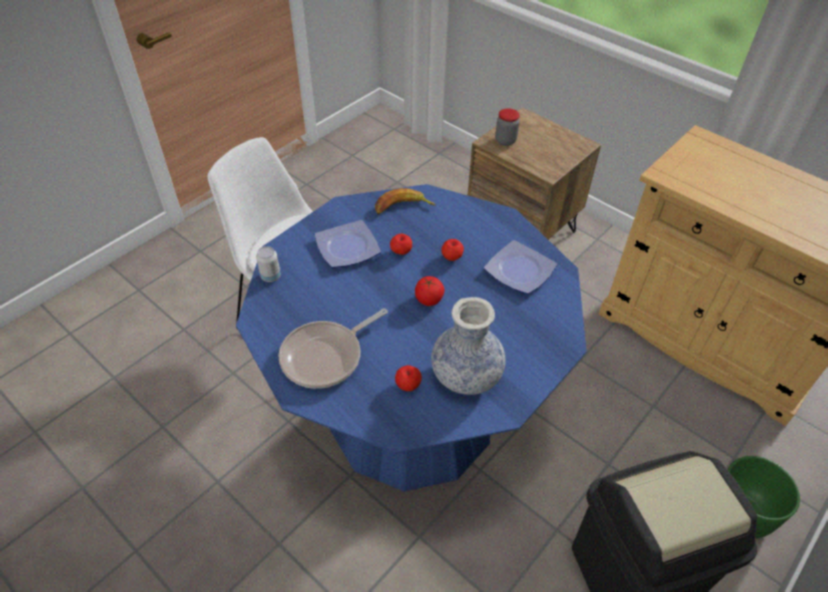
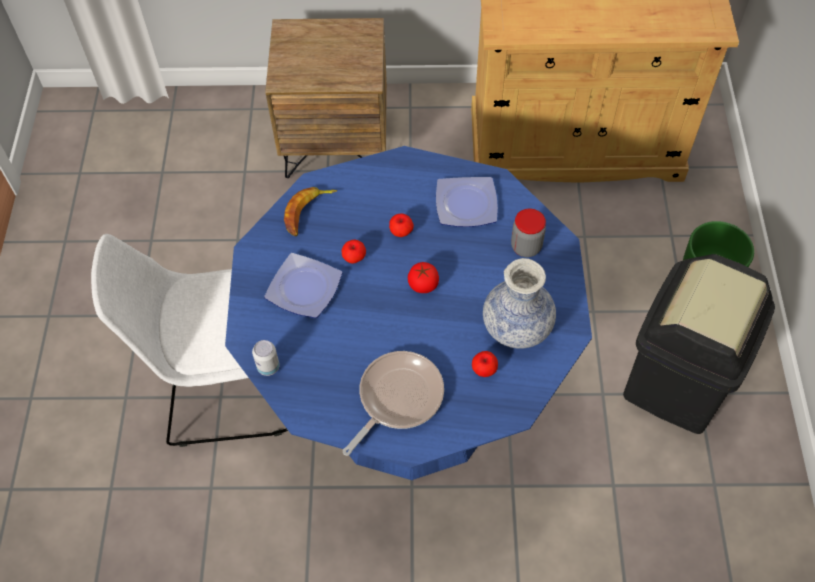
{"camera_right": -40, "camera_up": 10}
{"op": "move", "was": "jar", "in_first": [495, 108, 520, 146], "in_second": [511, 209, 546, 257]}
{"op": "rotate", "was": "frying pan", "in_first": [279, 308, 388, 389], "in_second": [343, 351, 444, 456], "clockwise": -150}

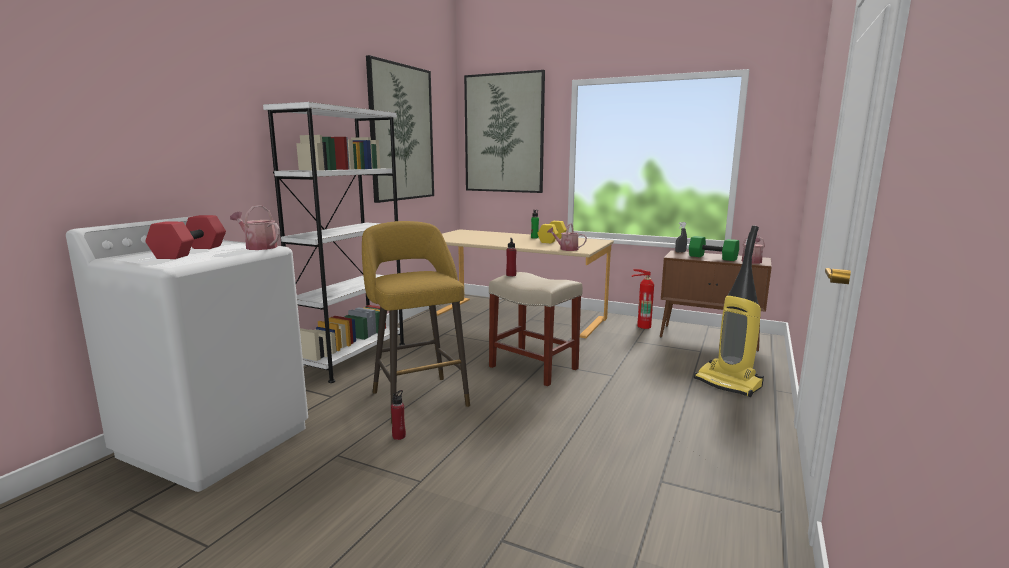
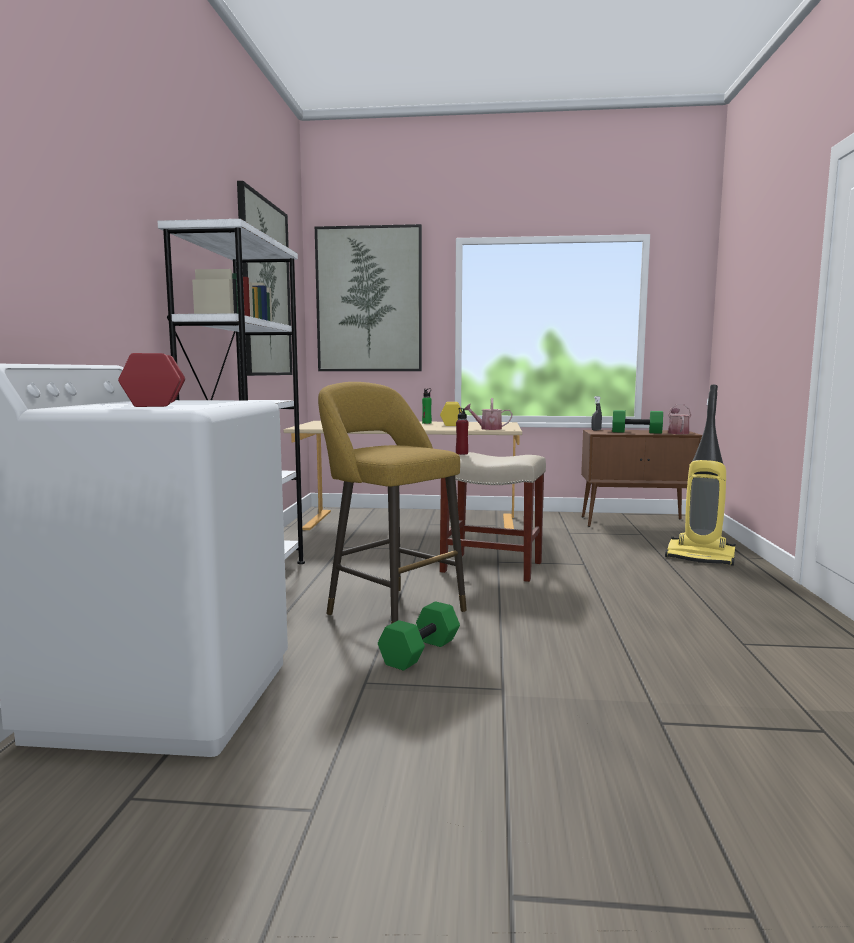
{"camera_right": -20, "camera_up": -5}
{"op": "delete", "was": "sprinkling can", "in_first": [230, 205, 280, 250]}
{"op": "delete", "was": "extinguisher", "in_first": [632, 269, 654, 329]}
{"op": "replace", "was": "drink bottle (red)", "now": "dumbbell (greenish)", "in_first": [391, 390, 406, 440], "in_second": [378, 601, 460, 671]}

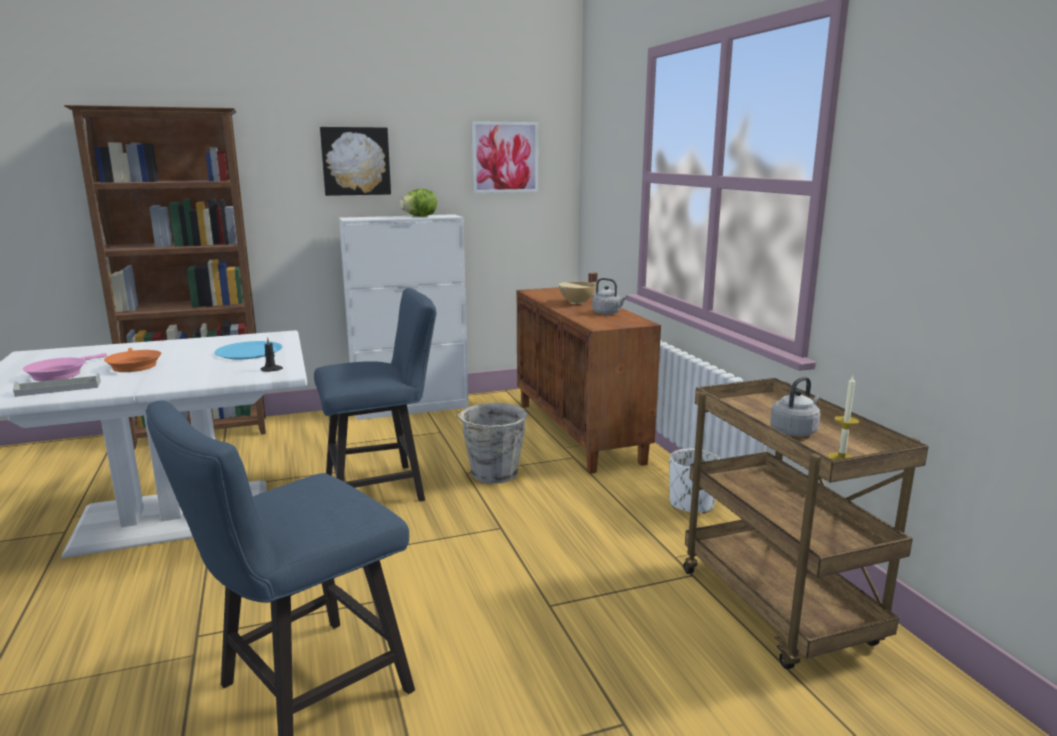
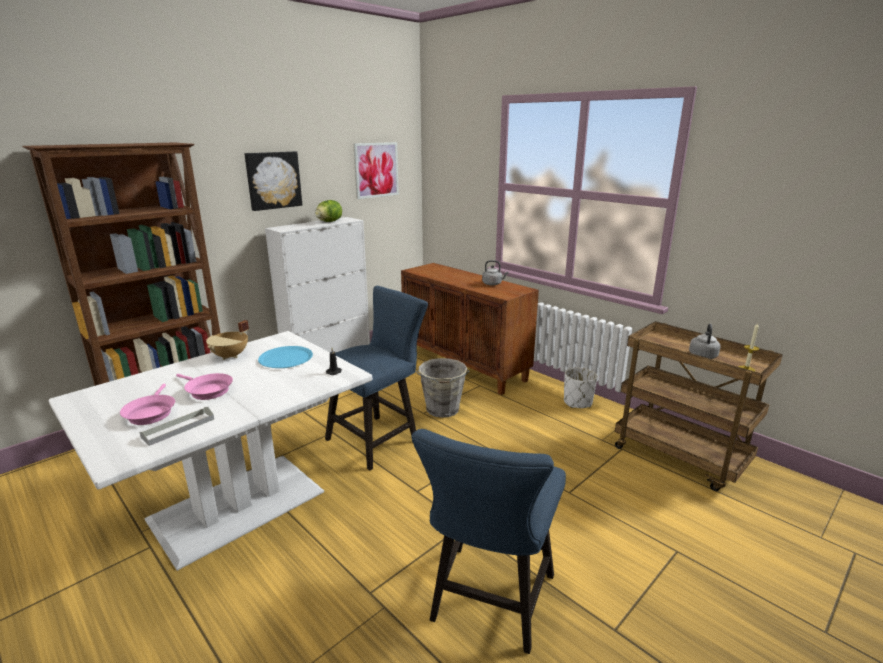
{"camera_right": -25, "camera_up": 5}
{"op": "move", "was": "cooking pot (sand-coloured)", "in_first": [559, 272, 597, 305], "in_second": [206, 320, 249, 360]}
{"op": "recolor", "was": "frying pan (orangey)", "now": "frying pan (pink-coloured)", "in_first": [104, 348, 162, 372], "in_second": [176, 373, 233, 400]}

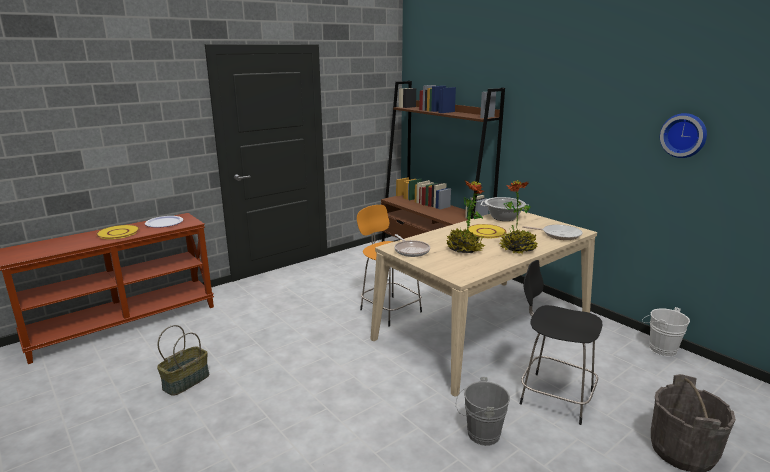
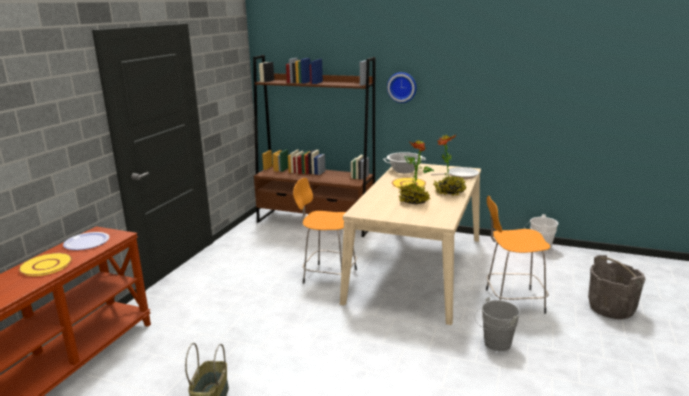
{"camera_right": -30, "camera_up": 0}
{"op": "delete", "was": "frying pan", "in_first": [394, 234, 430, 257]}
{"op": "move", "was": "hanging clock", "in_first": [660, 113, 707, 158], "in_second": [387, 72, 417, 103]}
{"op": "recolor", "was": "sitting stool (black-coloured)", "now": "sitting stool (orangey)", "in_first": [520, 260, 602, 425], "in_second": [486, 196, 550, 314]}

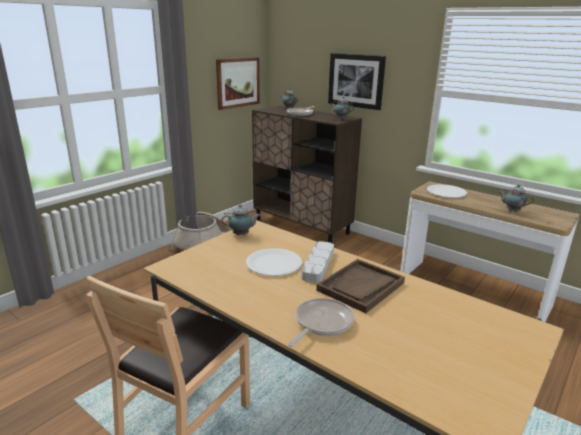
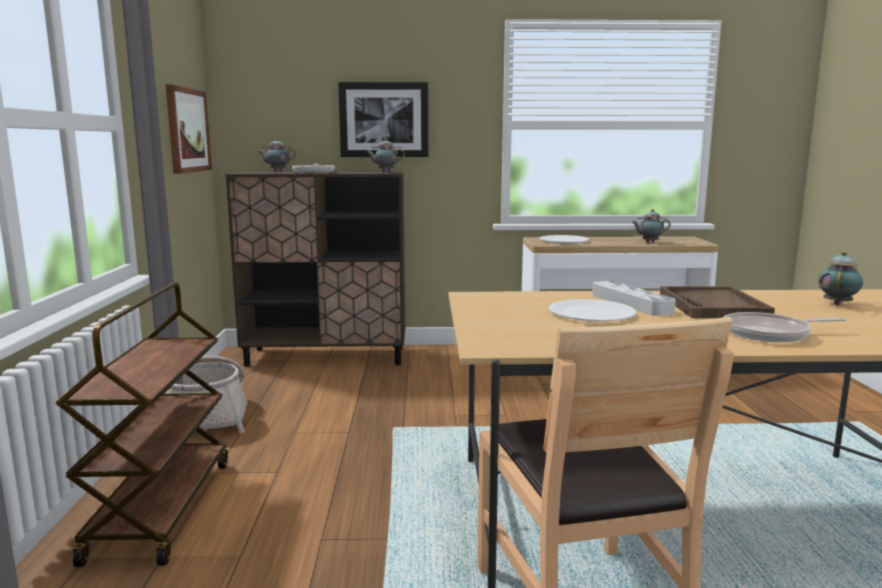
{"camera_right": -40, "camera_up": -10}
{"op": "insert", "now": "trolley (brown-coloured)", "in_second": [56, 283, 228, 567]}
{"op": "move", "was": "tea pot", "in_first": [221, 204, 261, 235], "in_second": [819, 251, 863, 305]}
{"op": "rotate", "was": "frying pan", "in_first": [288, 298, 354, 347], "in_second": [724, 312, 846, 342], "clockwise": -90}

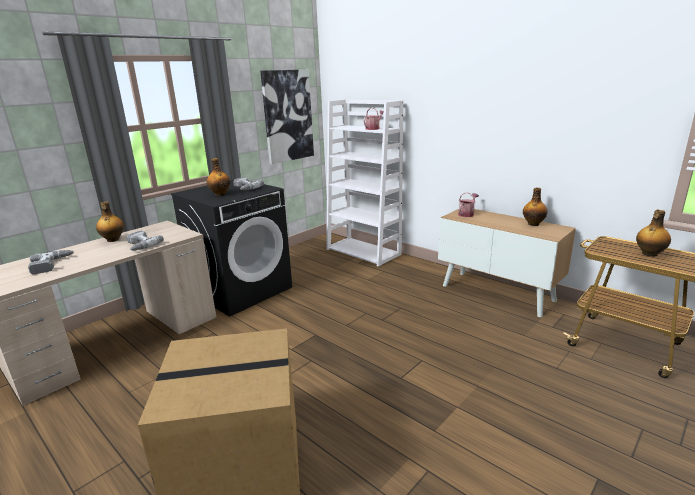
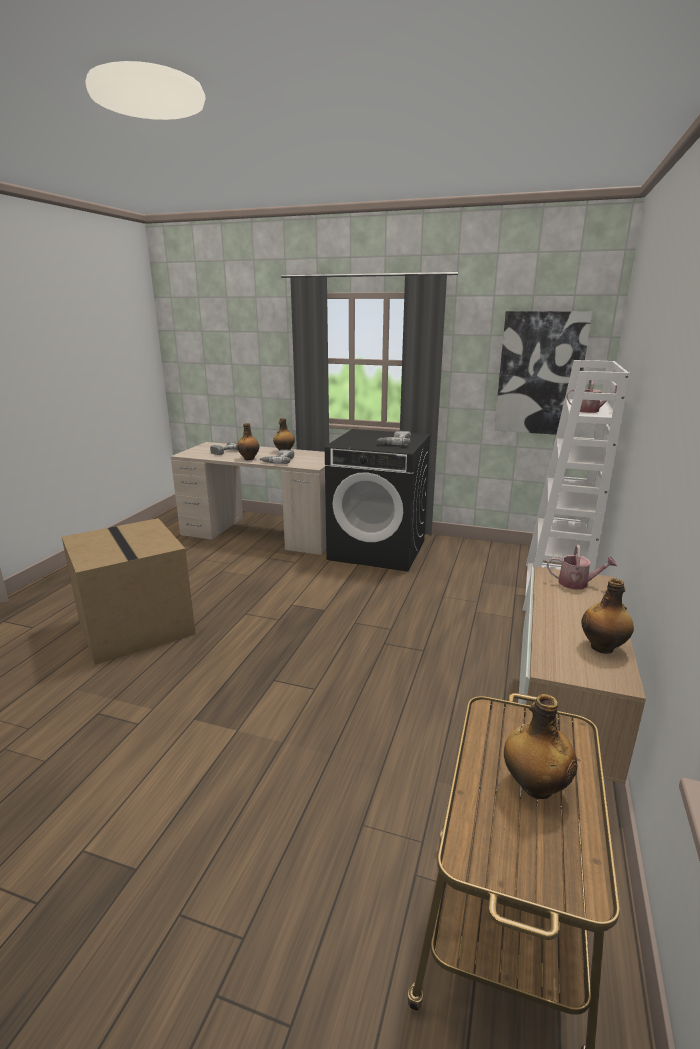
{"camera_right": 65, "camera_up": 0}
{"op": "move", "was": "drink bottle", "in_first": [207, 158, 230, 196], "in_second": [237, 423, 260, 460]}

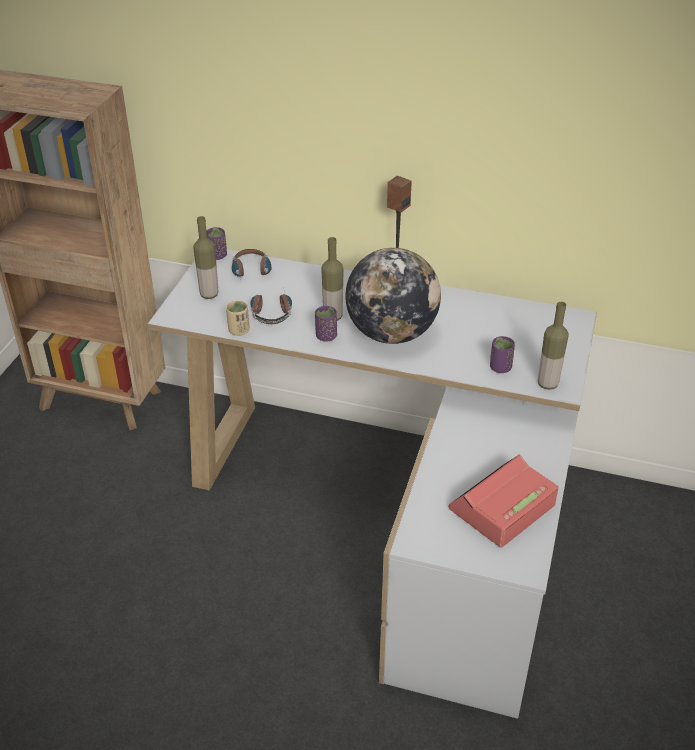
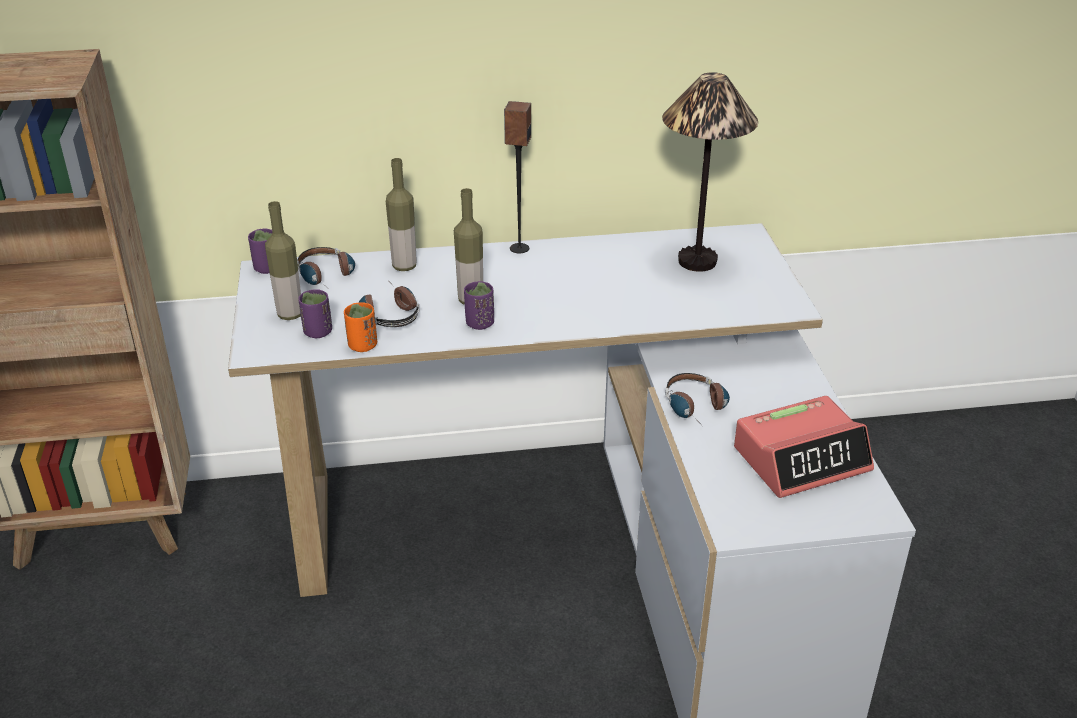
{"camera_right": -25, "camera_up": -5}
{"op": "delete", "was": "world globe", "in_first": [345, 248, 441, 344]}
{"op": "insert", "now": "table lamp", "in_second": [662, 72, 758, 272]}
{"op": "insert", "now": "pair of headphones", "in_second": [665, 373, 730, 428]}
{"op": "move", "was": "drinking cup (purple-coloured)", "in_first": [490, 336, 515, 373], "in_second": [298, 289, 332, 338]}
{"op": "move", "was": "drink bottle", "in_first": [538, 302, 569, 390], "in_second": [386, 158, 417, 271]}
{"op": "recolor", "was": "drinking cup (sand-coloured)", "now": "drinking cup (orangey)", "in_first": [226, 300, 250, 336], "in_second": [344, 302, 377, 352]}
{"op": "rotate", "was": "table clock", "in_first": [448, 455, 558, 547], "in_second": [734, 396, 874, 498], "clockwise": -135}

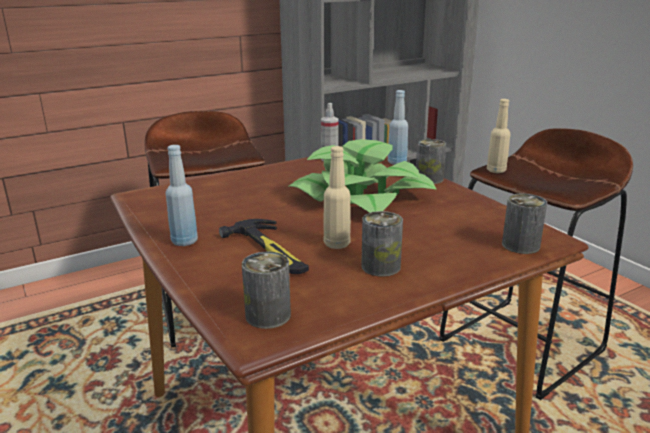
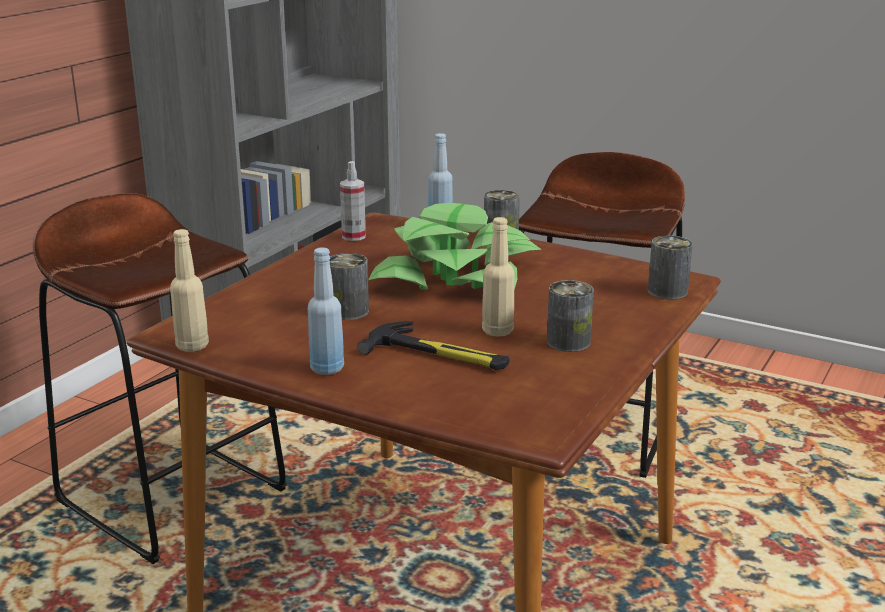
{"camera_right": -30, "camera_up": 0}
{"op": "move", "was": "can", "in_first": [242, 252, 291, 329], "in_second": [330, 253, 369, 320]}
{"op": "move", "was": "drink bottle (sand-coloured)", "in_first": [487, 99, 510, 173], "in_second": [170, 229, 209, 352]}

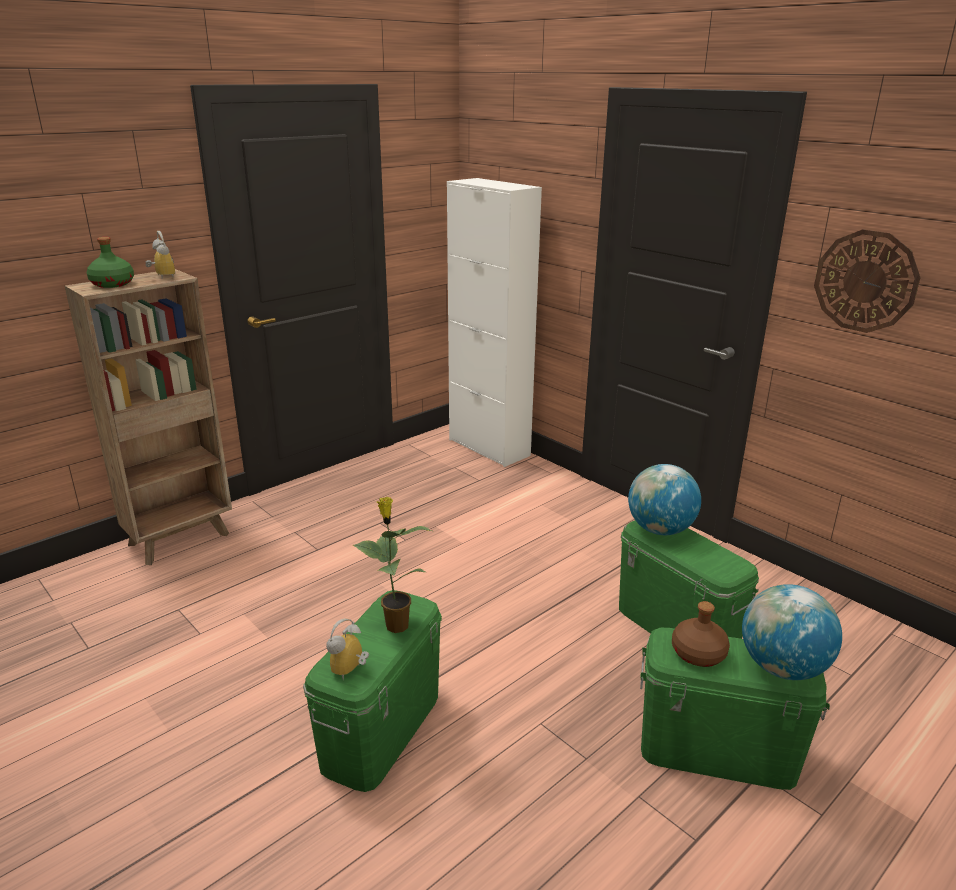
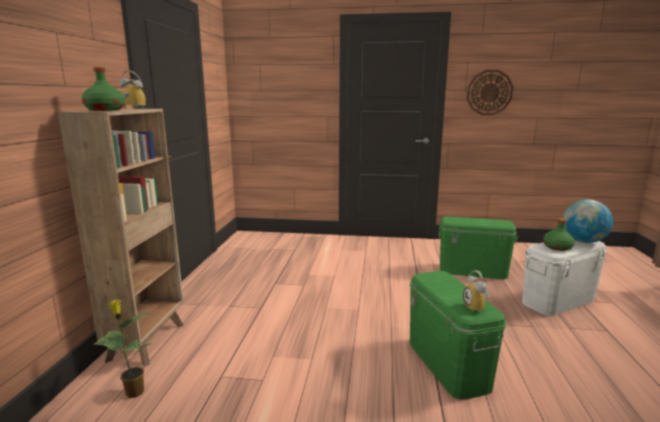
{"camera_right": -40, "camera_up": -10}
{"op": "delete", "was": "cabinet (white-coloured)", "in_first": [447, 178, 542, 467]}
{"op": "delete", "was": "world globe", "in_first": [628, 464, 701, 535]}
{"op": "move", "was": "potted plant", "in_first": [353, 497, 432, 633], "in_second": [94, 300, 153, 398]}
{"op": "recolor", "was": "storage bin (greenish)", "now": "storage bin (white-coloured)", "in_first": [640, 628, 830, 790], "in_second": [522, 240, 607, 316]}
{"op": "recolor", "was": "drink bottle (brown-coloured)", "now": "drink bottle (greenish)", "in_first": [672, 601, 730, 667], "in_second": [543, 218, 575, 251]}

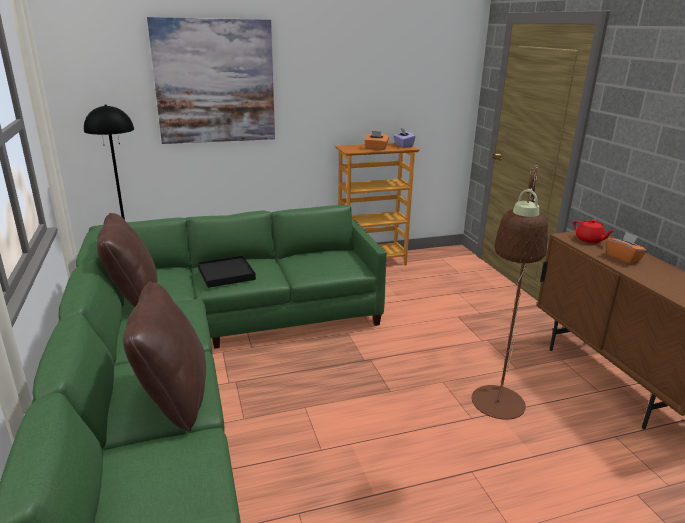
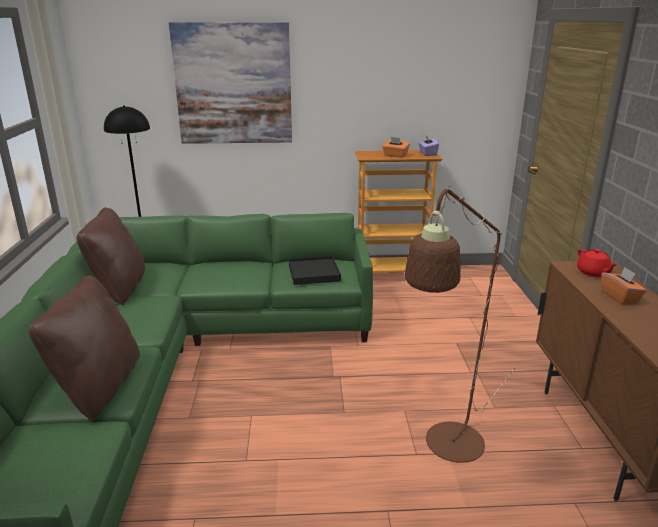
{"camera_right": 15, "camera_up": 0}
{"op": "move", "was": "carrying tray (black-coloured)", "in_first": [198, 256, 256, 288], "in_second": [289, 256, 341, 285]}

